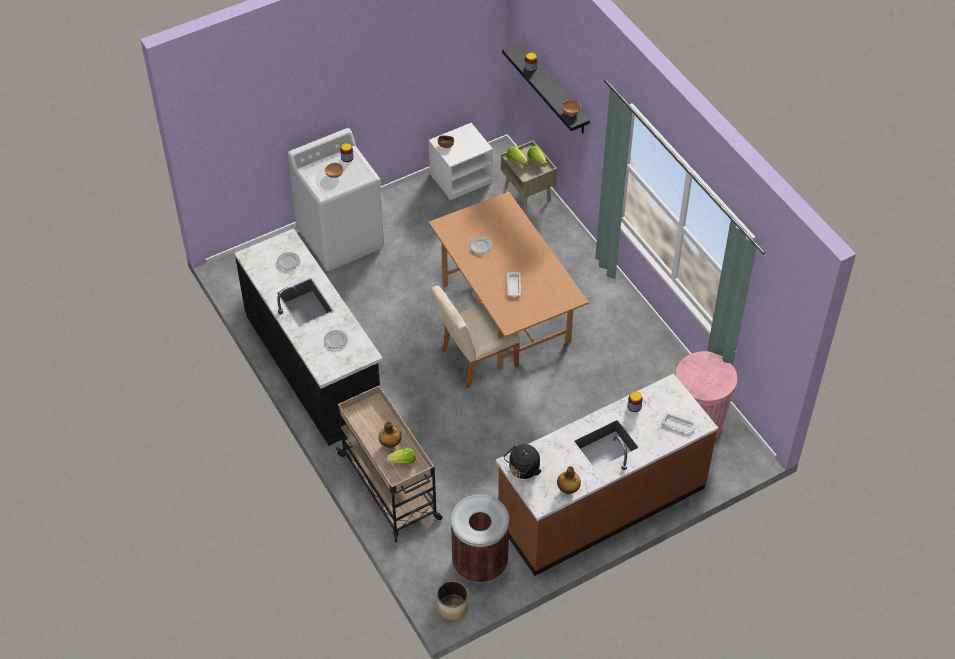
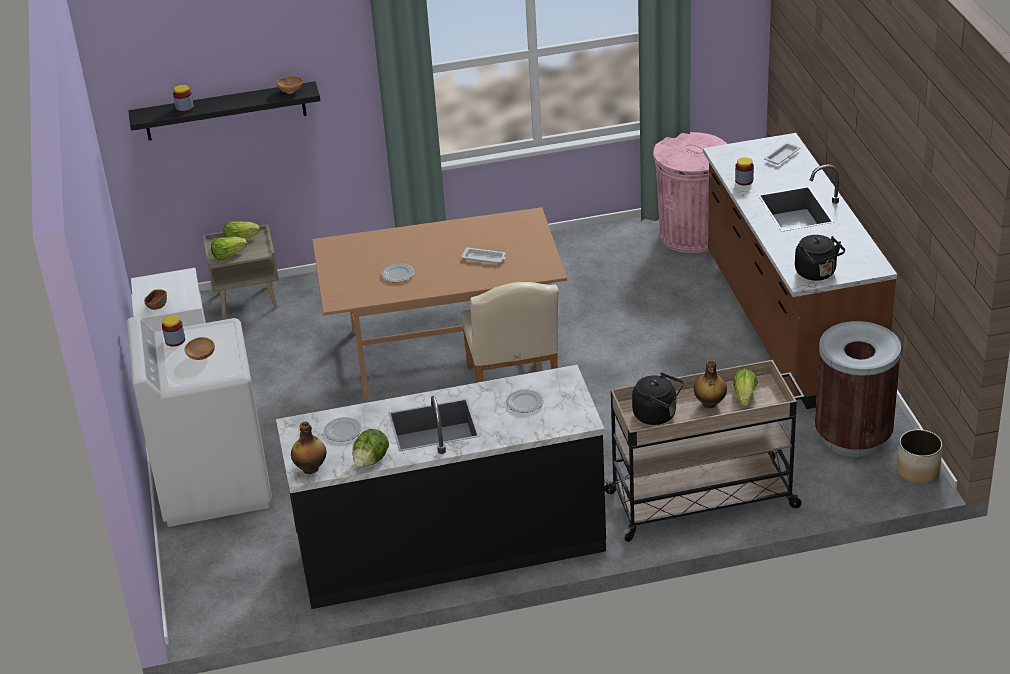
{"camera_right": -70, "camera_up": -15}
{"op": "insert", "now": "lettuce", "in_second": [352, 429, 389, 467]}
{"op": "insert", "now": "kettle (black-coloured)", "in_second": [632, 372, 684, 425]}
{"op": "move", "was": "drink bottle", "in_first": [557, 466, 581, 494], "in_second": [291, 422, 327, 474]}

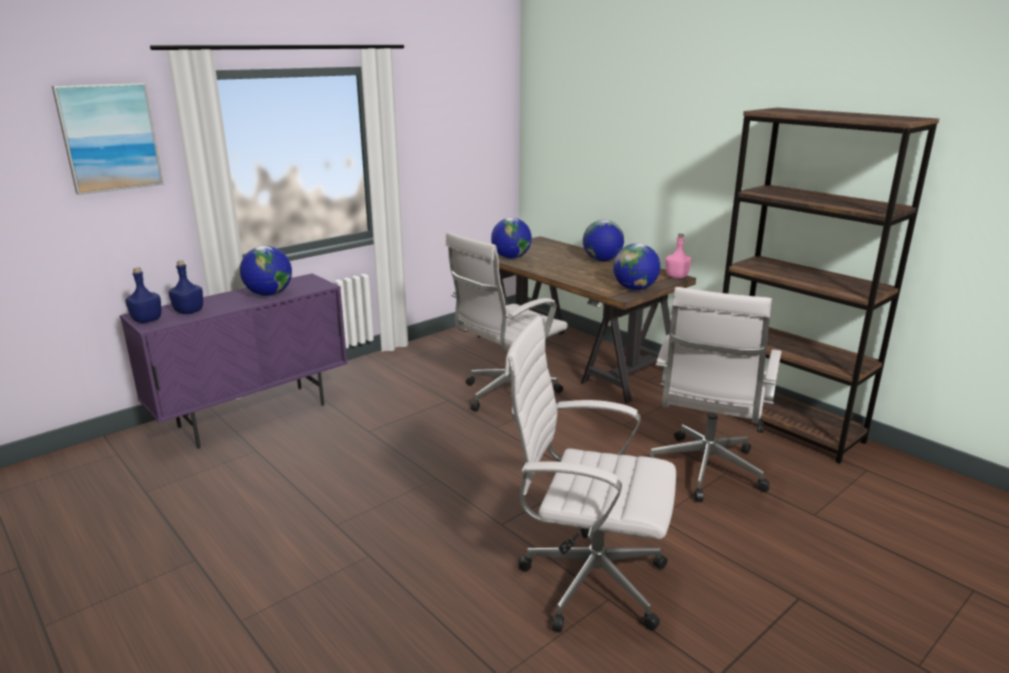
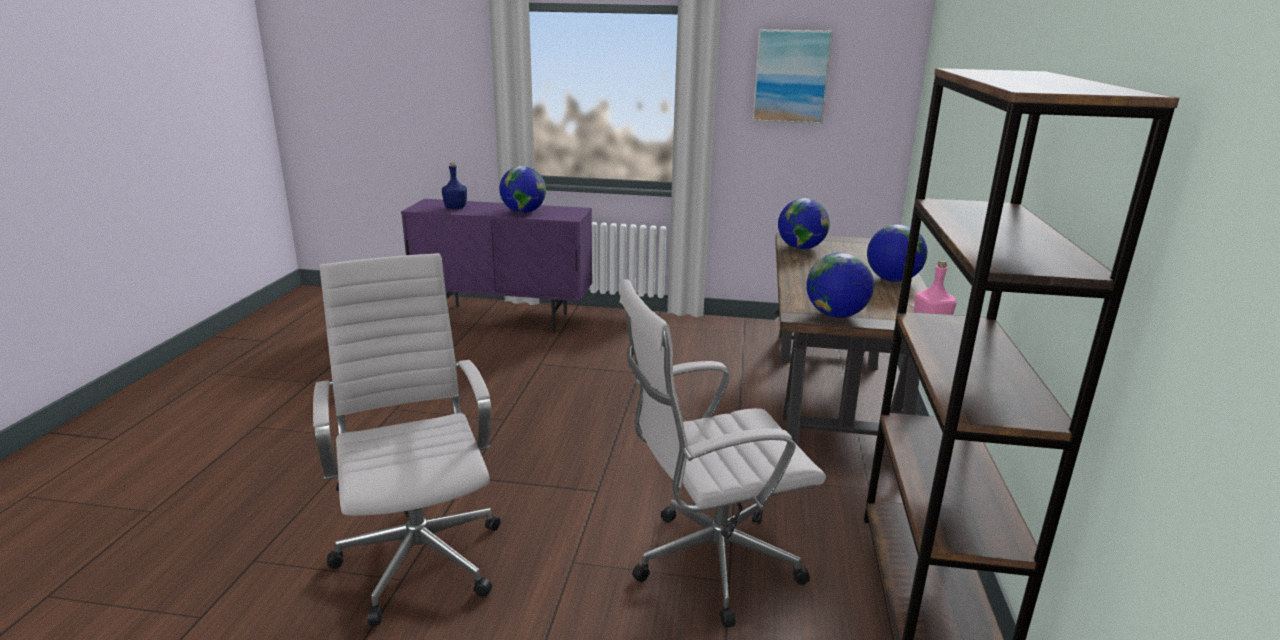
{"camera_right": 50, "camera_up": 0}
{"op": "delete", "was": "drink bottle (blue)", "in_first": [125, 268, 162, 323]}
{"op": "delete", "was": "computer chair (white-coloured)", "in_first": [445, 231, 568, 411]}
{"op": "move", "was": "wall art", "in_first": [52, 83, 164, 195], "in_second": [752, 29, 833, 124]}

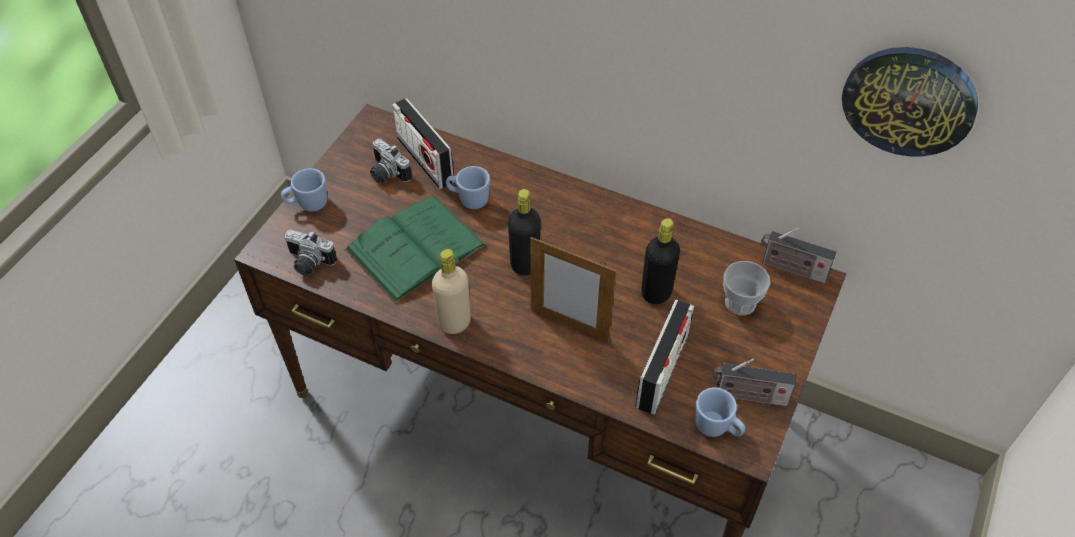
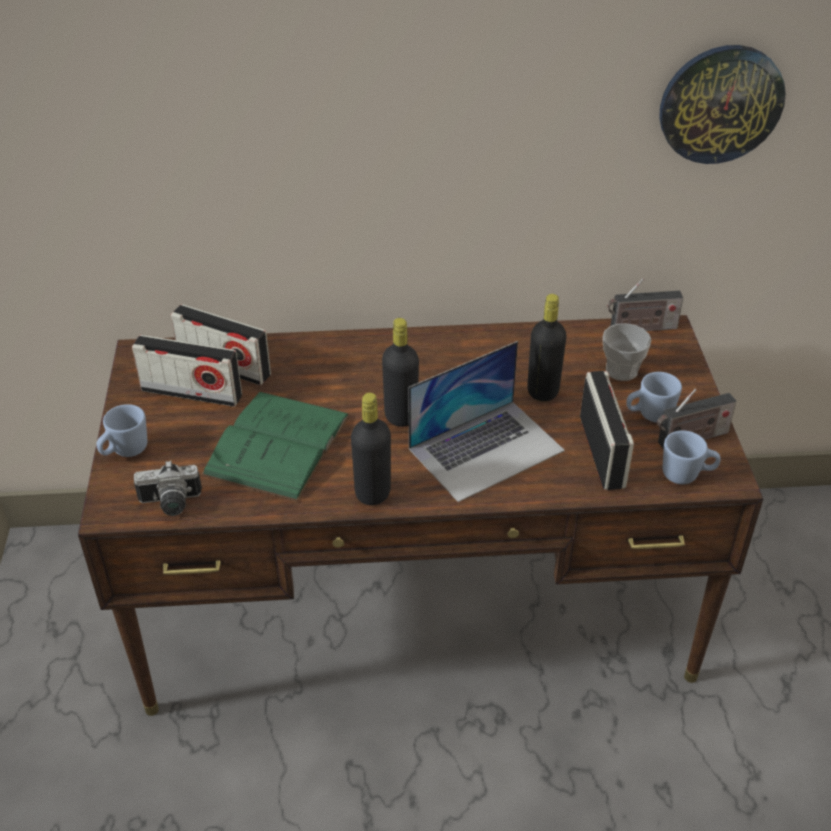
{"camera_right": -30, "camera_up": -10}
{"op": "move", "was": "tea mug (blue)", "in_first": [446, 166, 490, 209], "in_second": [626, 372, 682, 422]}
{"op": "replace", "was": "photo camera", "now": "radio set", "in_first": [370, 139, 412, 183], "in_second": [132, 335, 242, 407]}
{"op": "replace", "was": "picture frame", "now": "portable computer", "in_first": [530, 237, 616, 342], "in_second": [408, 341, 565, 502]}
{"op": "recolor", "was": "drink bottle (sand-coloured)", "now": "drink bottle (black-coloured)", "in_first": [432, 249, 471, 334], "in_second": [351, 393, 391, 505]}

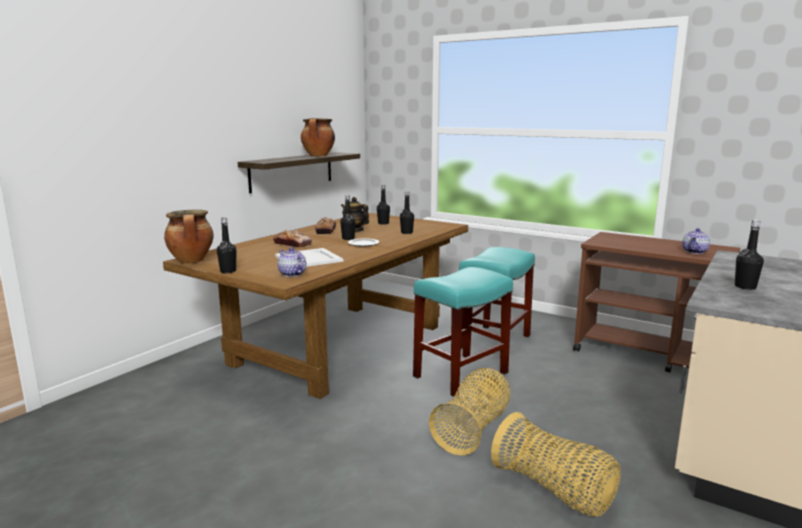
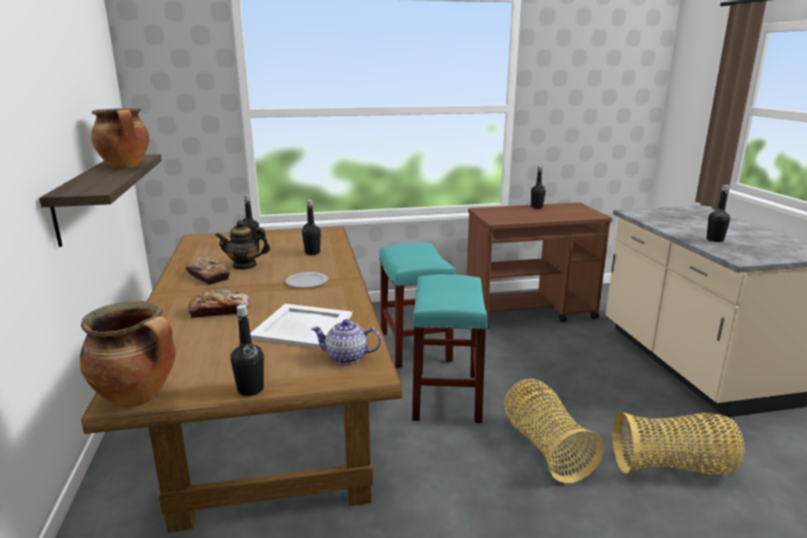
{"camera_right": -45, "camera_up": 5}
{"op": "delete", "was": "tea pot", "in_first": [682, 228, 710, 254]}
{"op": "move", "was": "drink bottle (black-coloured)", "in_first": [340, 195, 356, 240], "in_second": [531, 166, 546, 209]}

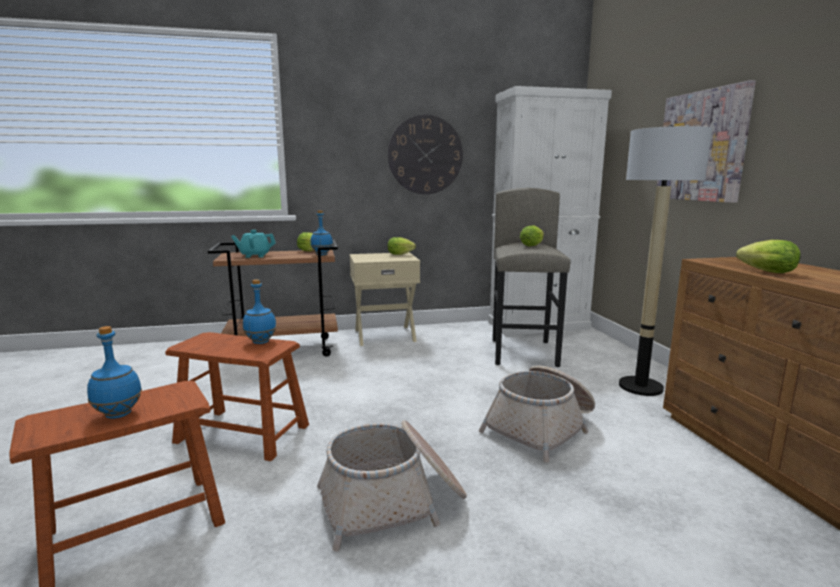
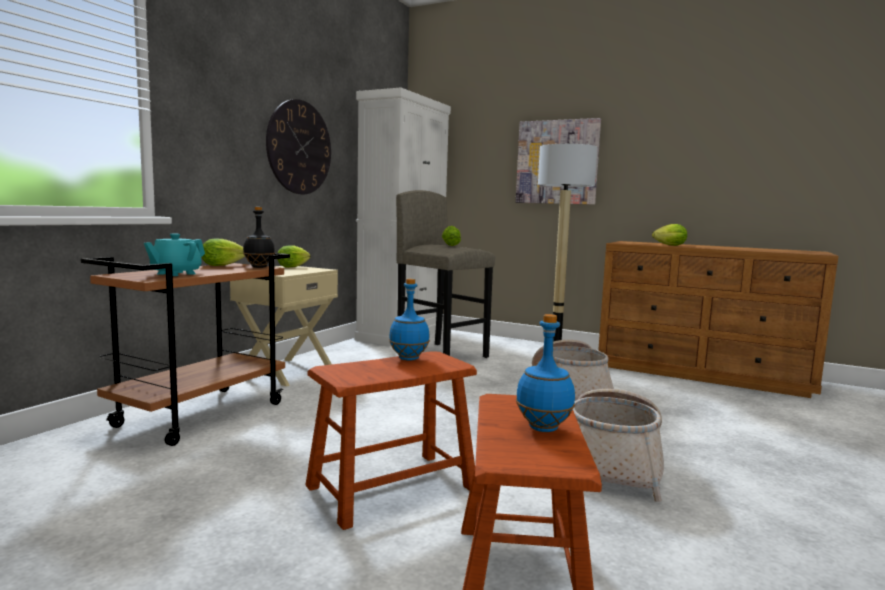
{"camera_right": -50, "camera_up": -5}
{"op": "recolor", "was": "drink bottle (blue)", "now": "drink bottle (black-coloured)", "in_first": [310, 210, 333, 255], "in_second": [243, 207, 275, 268]}

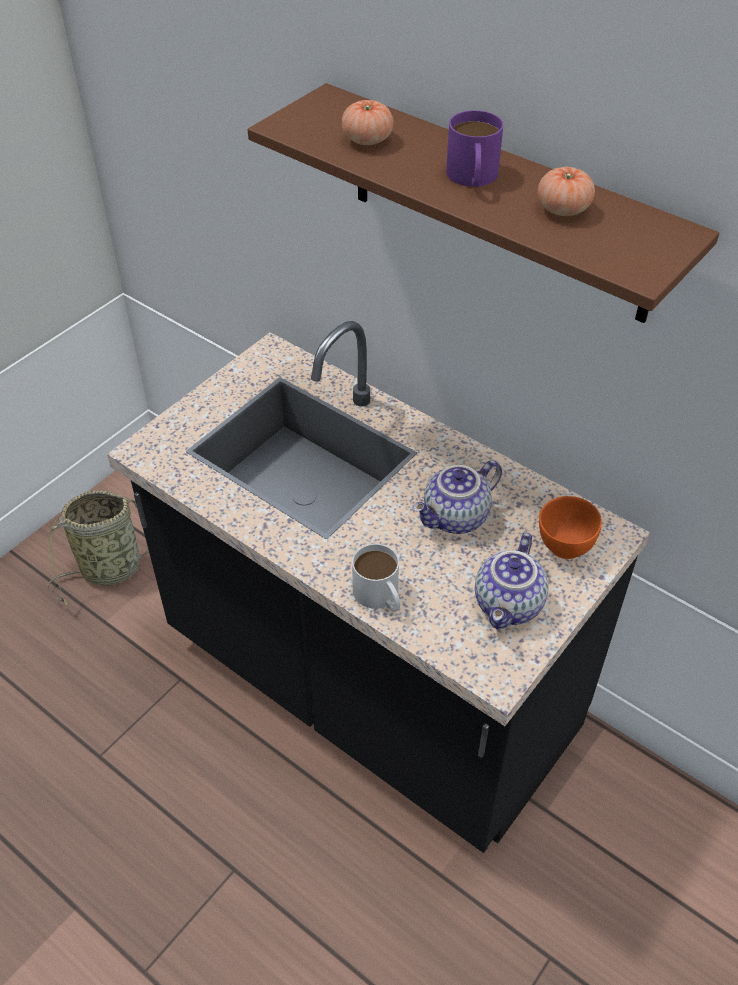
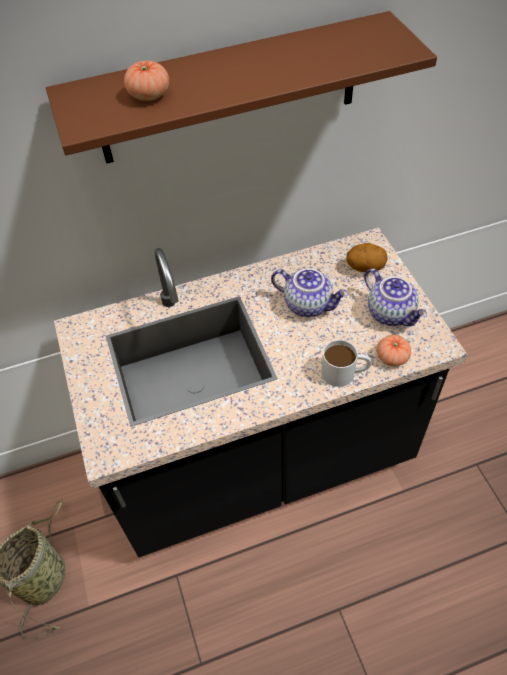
{"camera_right": -55, "camera_up": 5}
{"op": "delete", "was": "tea mug (purple-coloured)", "in_first": [446, 110, 504, 187]}
{"op": "move", "was": "fresh tomato", "in_first": [537, 167, 595, 216], "in_second": [377, 335, 411, 366]}
{"op": "replace", "was": "bowl (orangey)", "now": "spud", "in_first": [539, 496, 602, 559], "in_second": [346, 243, 388, 272]}
{"op": "rotate", "was": "tea pot", "in_first": [413, 460, 502, 534], "in_second": [271, 268, 348, 317], "clockwise": -60}

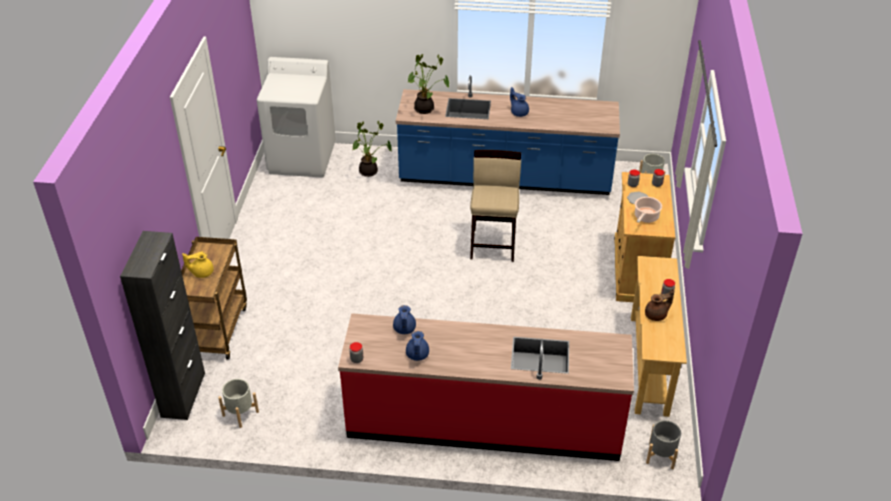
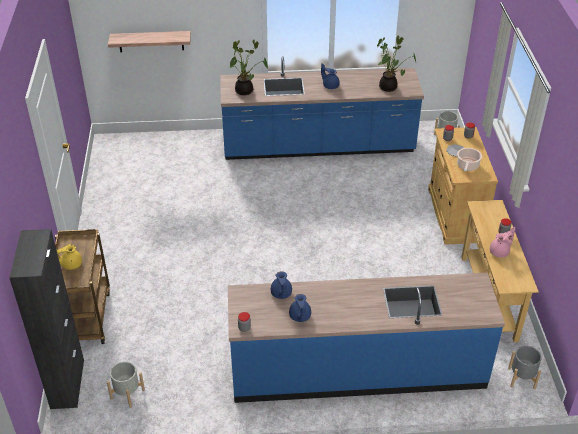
{"camera_right": -10, "camera_up": 0}
{"op": "delete", "was": "laundry appliance (white-coloured)", "in_first": [257, 57, 336, 178]}
{"op": "delete", "was": "sitting stool (sand-coloured)", "in_first": [470, 150, 521, 262]}
{"op": "insert", "now": "wall shelf", "in_second": [108, 31, 191, 53]}
{"op": "move", "was": "potted plant", "in_first": [353, 121, 392, 177], "in_second": [377, 36, 416, 92]}
{"op": "recolor", "was": "kitchen counter (red)", "now": "kitchen counter (blue)", "in_first": [338, 313, 634, 461], "in_second": [228, 273, 505, 403]}
{"op": "recolor", "was": "tea pot (brown-coloured)", "now": "tea pot (pink-coloured)", "in_first": [645, 289, 675, 321], "in_second": [490, 227, 515, 258]}

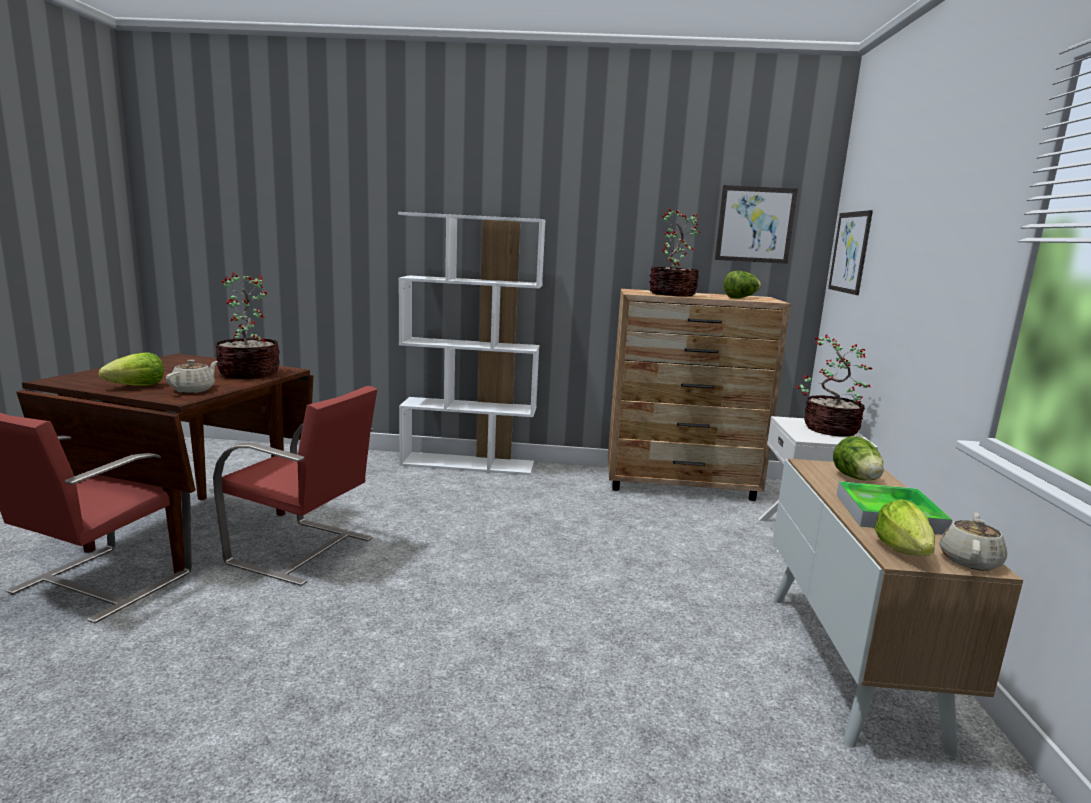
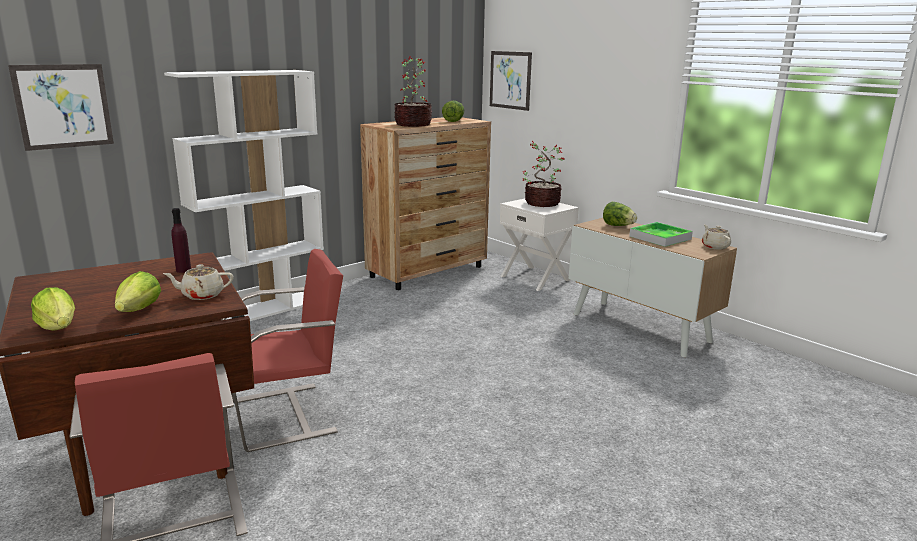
{"camera_right": -45, "camera_up": 5}
{"op": "move", "was": "wall art", "in_first": [715, 185, 798, 264], "in_second": [8, 64, 114, 151]}
{"op": "move", "was": "lettuce", "in_first": [875, 499, 935, 556], "in_second": [31, 287, 75, 331]}
{"op": "replace", "was": "potted plant", "now": "drink bottle (purple-coloured)", "in_first": [215, 273, 280, 379], "in_second": [171, 208, 191, 273]}
{"op": "rotate", "was": "tea pot (sand-coloured)", "in_first": [166, 360, 218, 393], "in_second": [163, 264, 234, 300], "clockwise": -75}

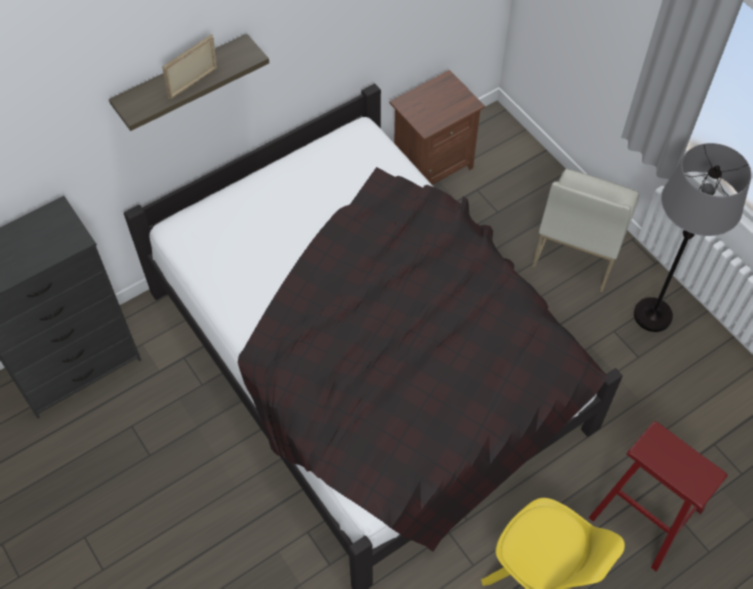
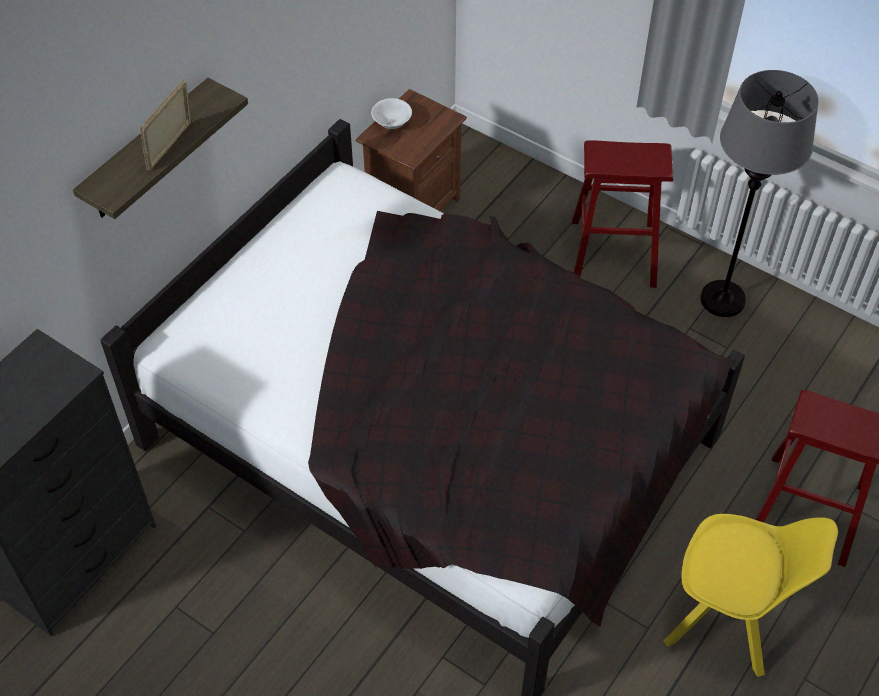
{"camera_right": -20, "camera_up": -5}
{"op": "insert", "now": "bowl (white-coloured)", "in_second": [371, 98, 412, 129]}
{"op": "replace", "was": "upright chair (white-coloured)", "now": "sitting stool (red)", "in_first": [532, 169, 639, 292], "in_second": [572, 140, 673, 288]}

